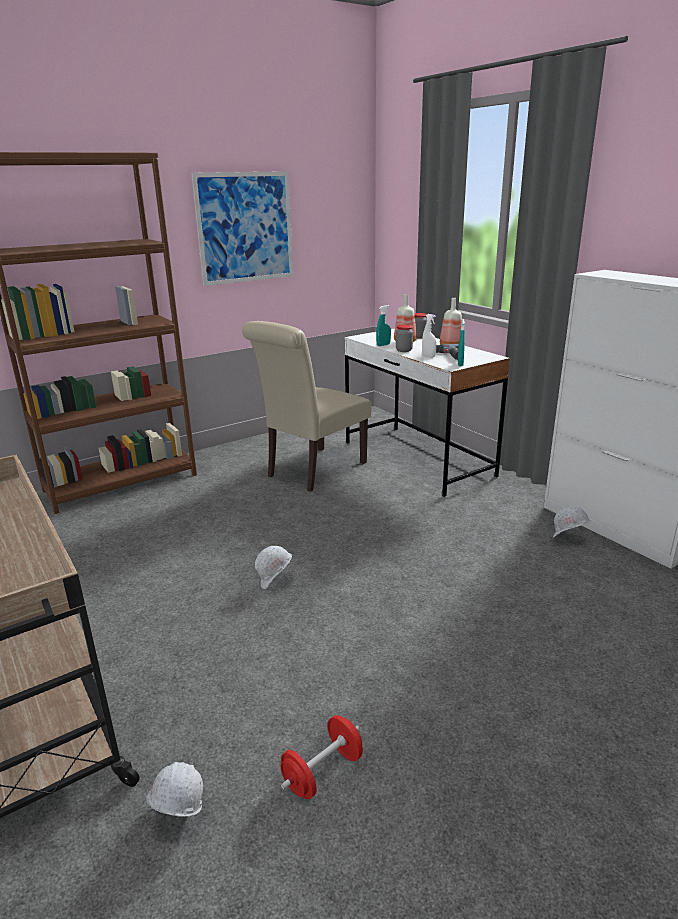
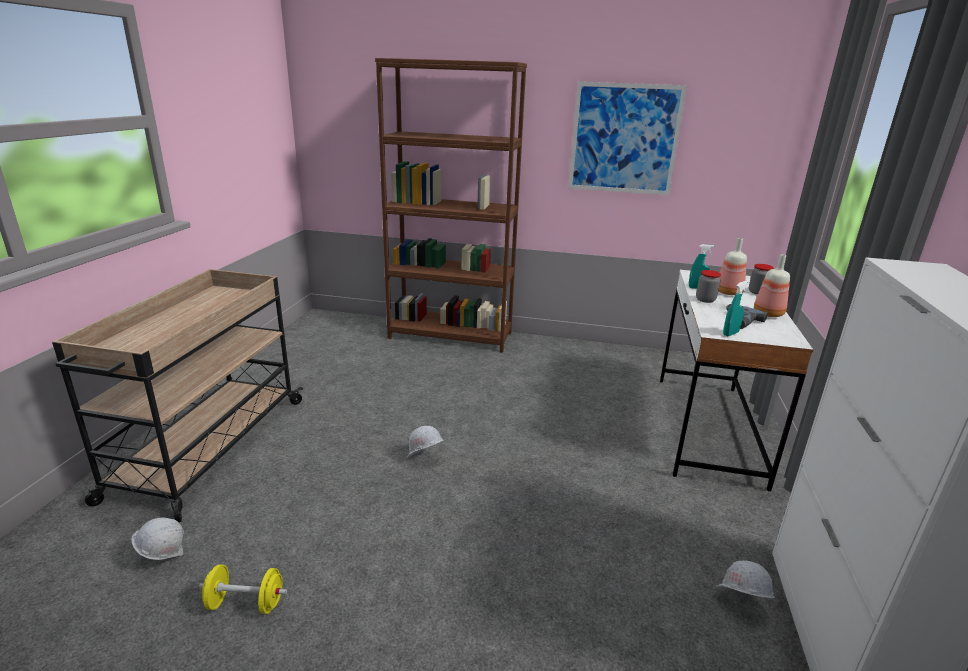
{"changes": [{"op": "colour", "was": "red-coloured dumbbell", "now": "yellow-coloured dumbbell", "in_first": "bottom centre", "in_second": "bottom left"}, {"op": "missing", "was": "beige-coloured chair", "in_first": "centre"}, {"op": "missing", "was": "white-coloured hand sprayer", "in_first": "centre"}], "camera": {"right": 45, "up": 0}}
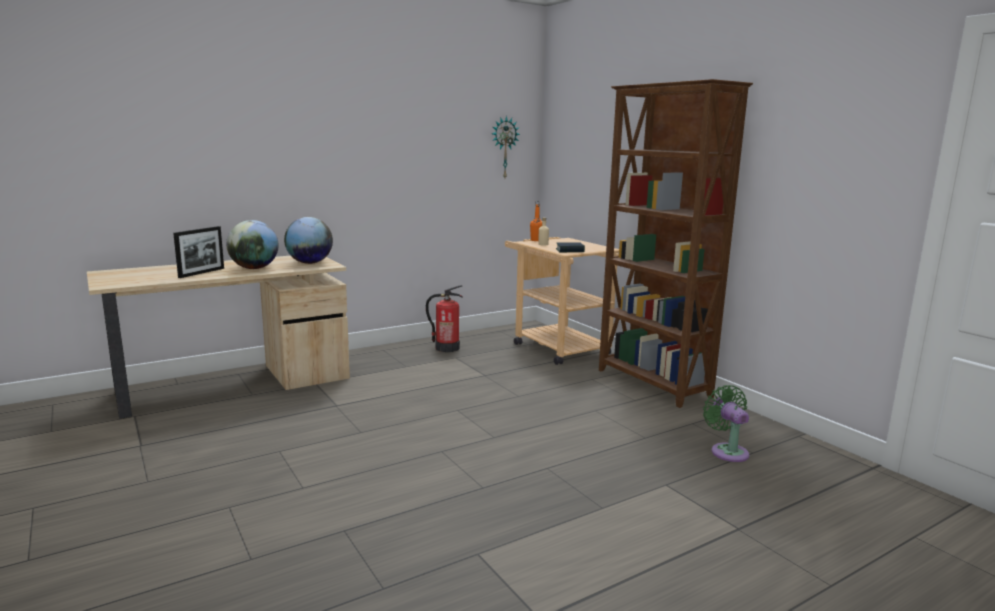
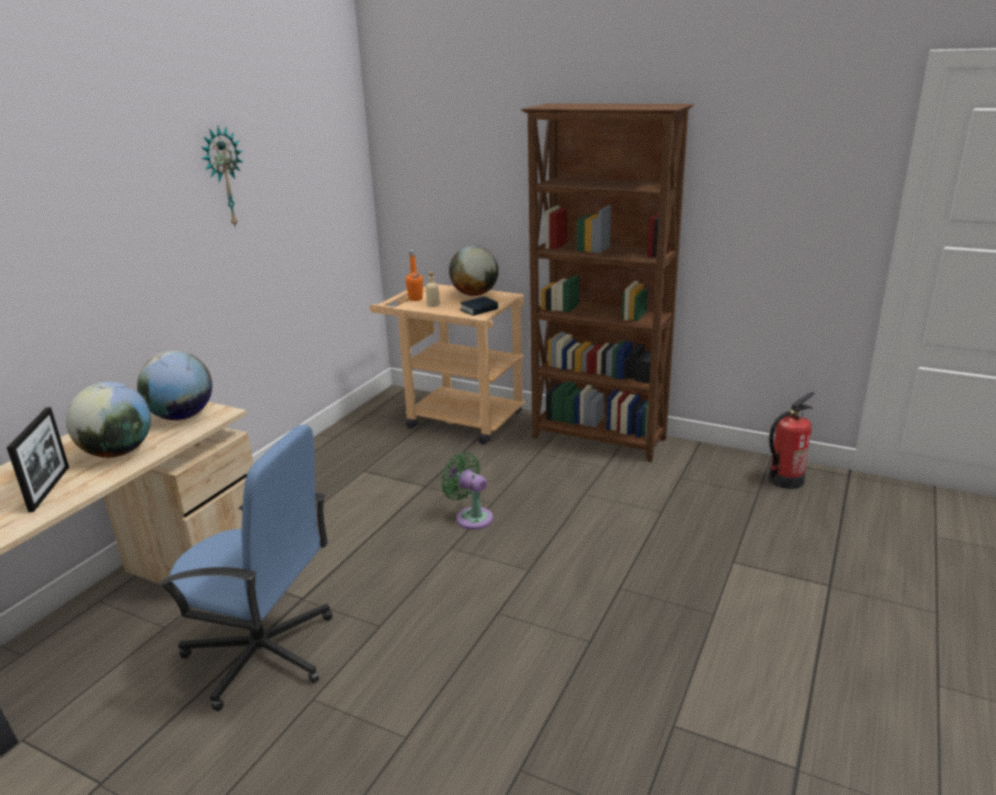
{"changes": [{"op": "appeared", "now": "blue computer chair", "in_second": "bottom left"}, {"op": "relocated", "was": "clock on the wall", "in_first": "top centre", "in_second": "top left"}, {"op": "relocated", "was": "green cooling fan", "in_first": "bottom right", "in_second": "centre"}, {"op": "appeared", "now": "world globe (no. 3 from left)", "in_second": "centre"}, {"op": "relocated", "was": "extinguisher", "in_first": "centre", "in_second": "middle right"}], "camera": {"right": -30, "up": 10}}
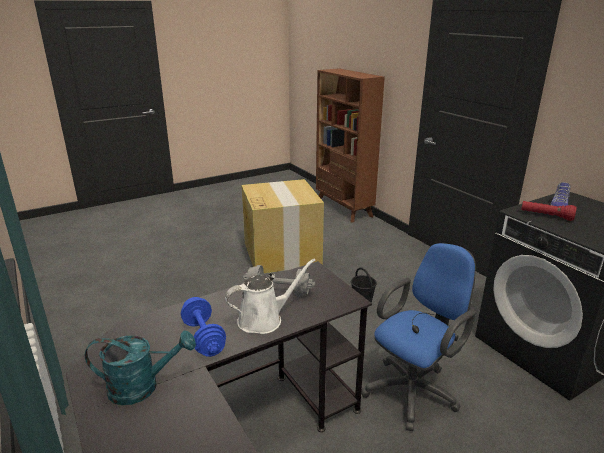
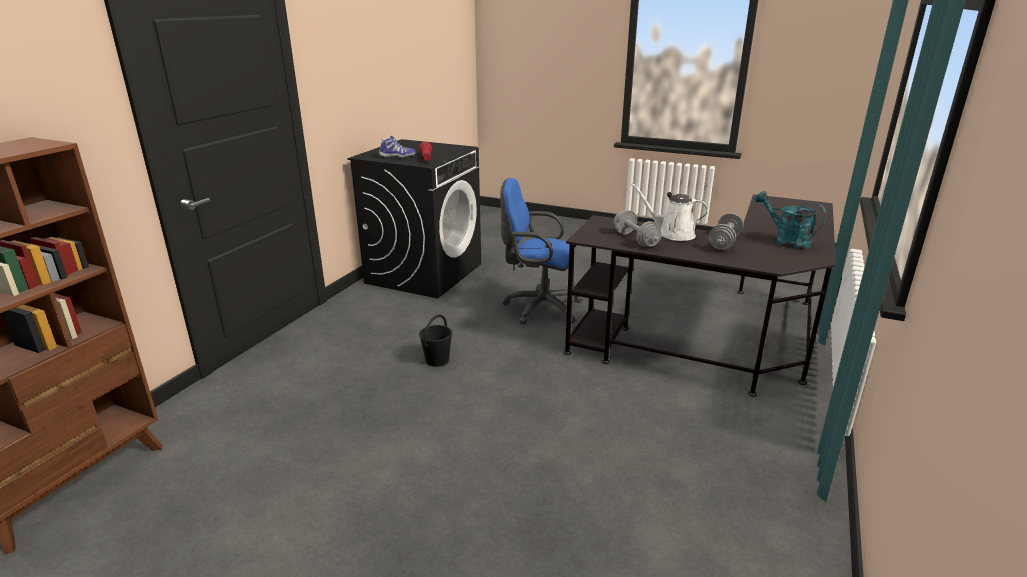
{"changes": [{"op": "colour", "was": "blue dumbbell", "now": "grey dumbbell (no. 2 from left)", "in_first": "bottom centre", "in_second": "middle right"}, {"op": "missing", "was": "packing box", "in_first": "centre"}], "camera": {"right": -125, "up": 0}}
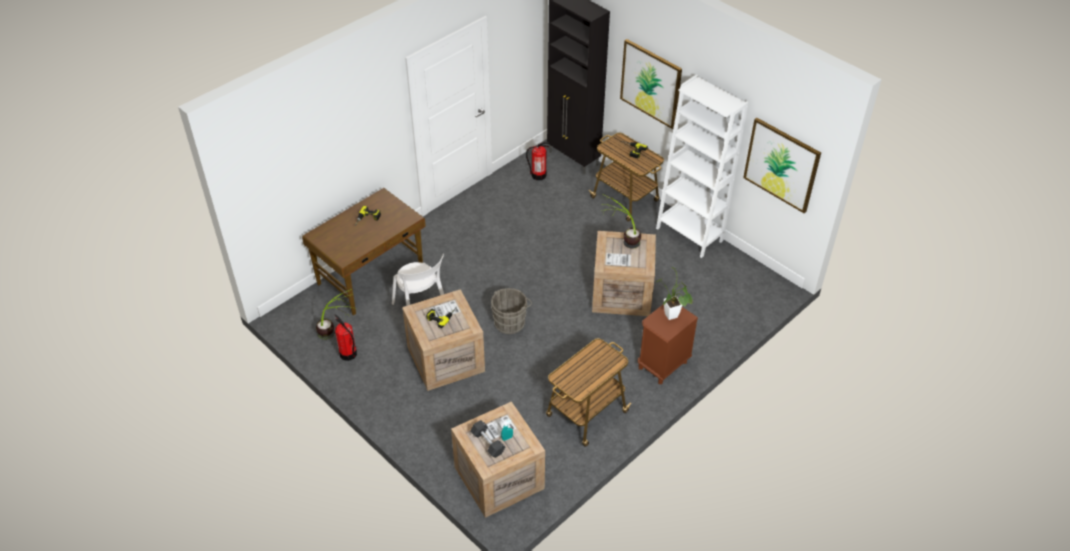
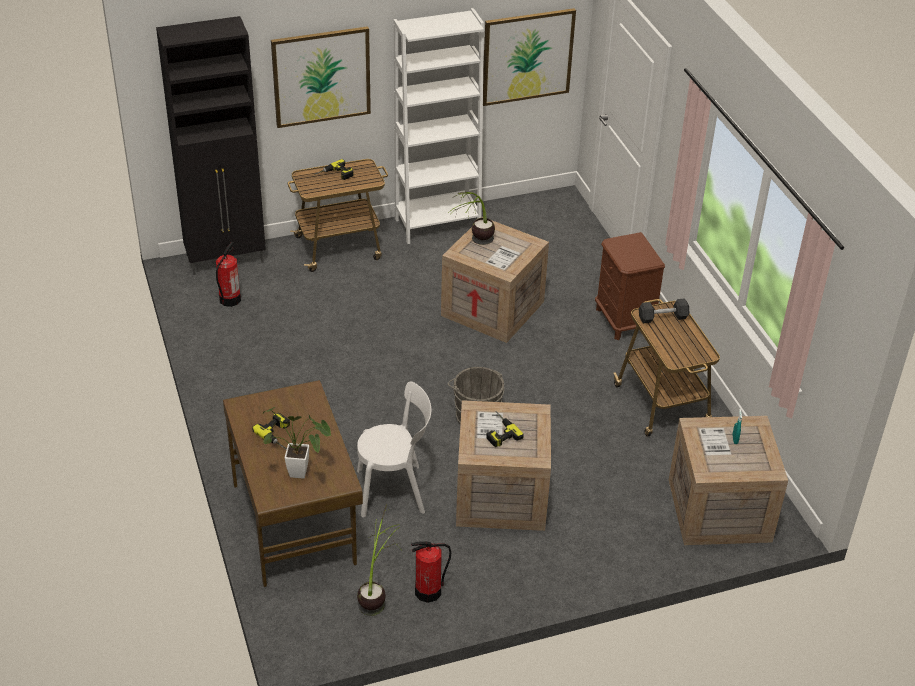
{"changes": [{"op": "relocated", "was": "potted plant (no. 3 from left in the first image)", "now": "potted plant (no. 1 from left)", "in_first": "centre", "in_second": "middle left"}, {"op": "relocated", "was": "black-coloured dumbbell", "in_first": "bottom centre", "in_second": "middle right"}], "camera": {"right": -65, "up": -5}}
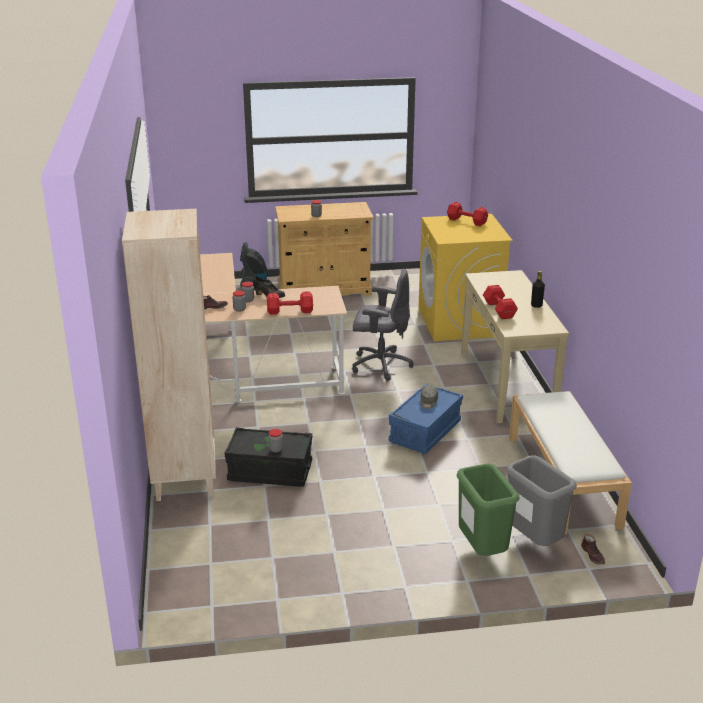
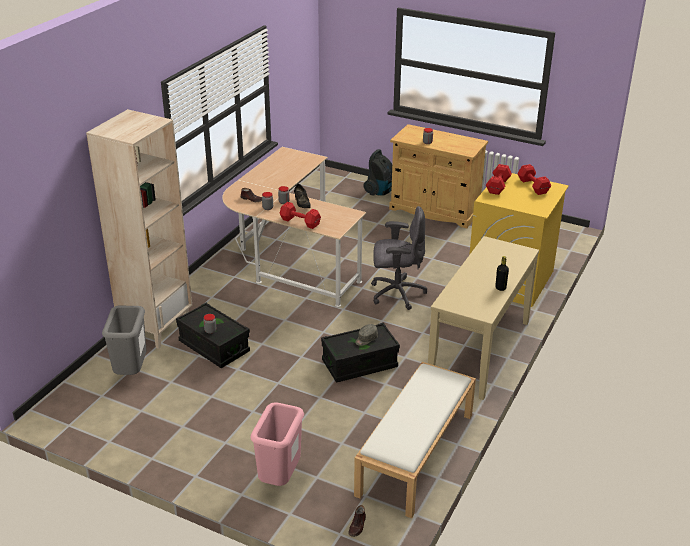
{"changes": [{"op": "relocated", "was": "grey rubbish bin", "in_first": "bottom right", "in_second": "middle left"}, {"op": "colour", "was": "green rubbish bin", "now": "pink rubbish bin", "in_first": "bottom right", "in_second": "bottom centre"}, {"op": "colour", "was": "blue storage container", "now": "black-coloured storage container (no. 2 from left)", "in_first": "centre", "in_second": "centre"}, {"op": "spun", "was": "grey computer chair", "in_first": "centre", "in_second": "centre", "clockwise": -45}, {"op": "relocated", "was": "red-coloured dumbbell (no. 3 from left in the first image)", "now": "red-coloured dumbbell (no. 2 from left)", "in_first": "middle right", "in_second": "top right"}], "camera": {"right": 35, "up": 5}}
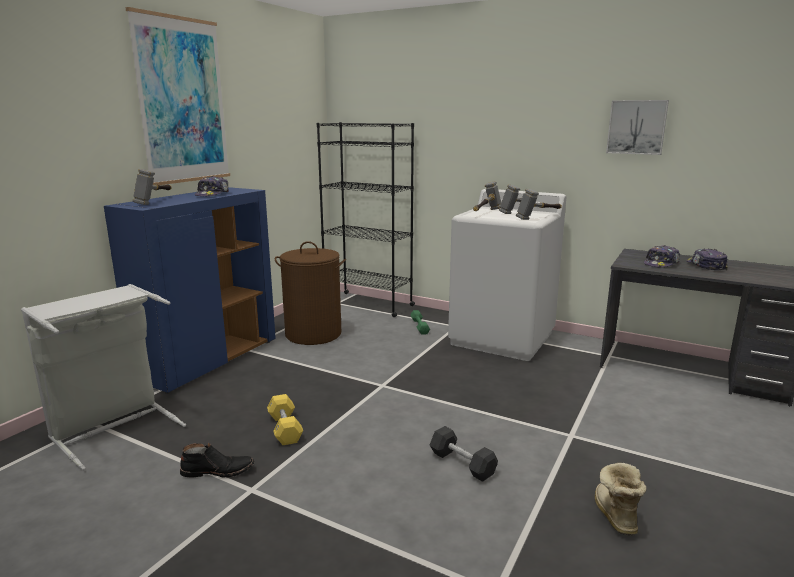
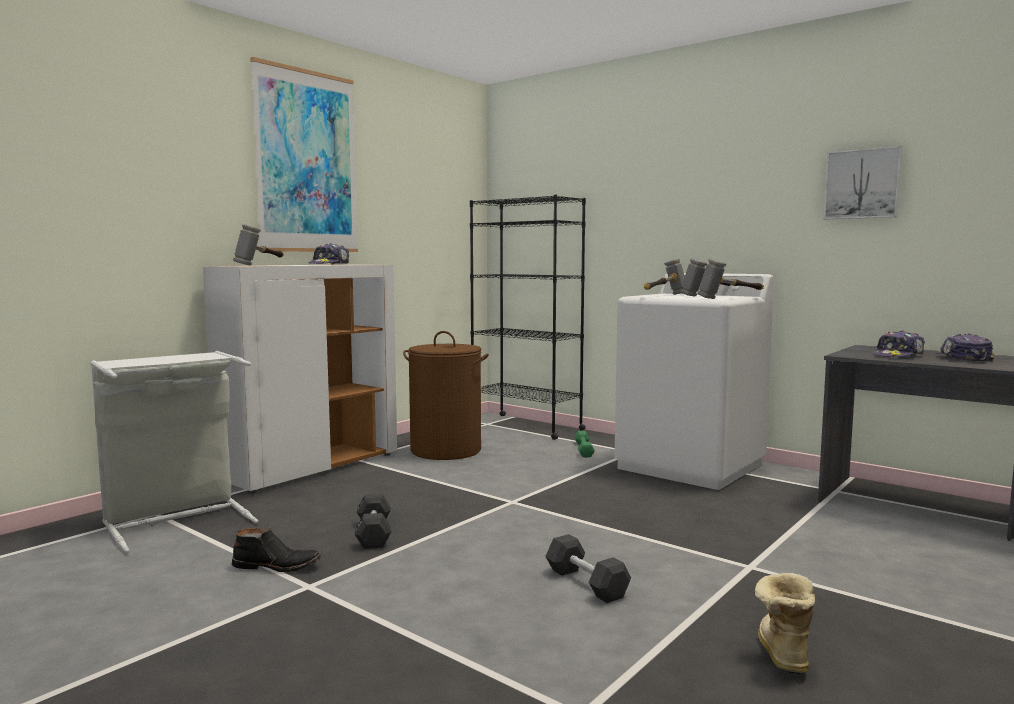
{"changes": [{"op": "colour", "was": "blue storage cabinet", "now": "white-coloured storage cabinet", "in_first": "middle left", "in_second": "middle left"}, {"op": "colour", "was": "yellow-coloured dumbbell", "now": "black-coloured dumbbell (no. 1 from left)", "in_first": "bottom centre", "in_second": "bottom centre"}], "camera": {"right": 10, "up": -10}}
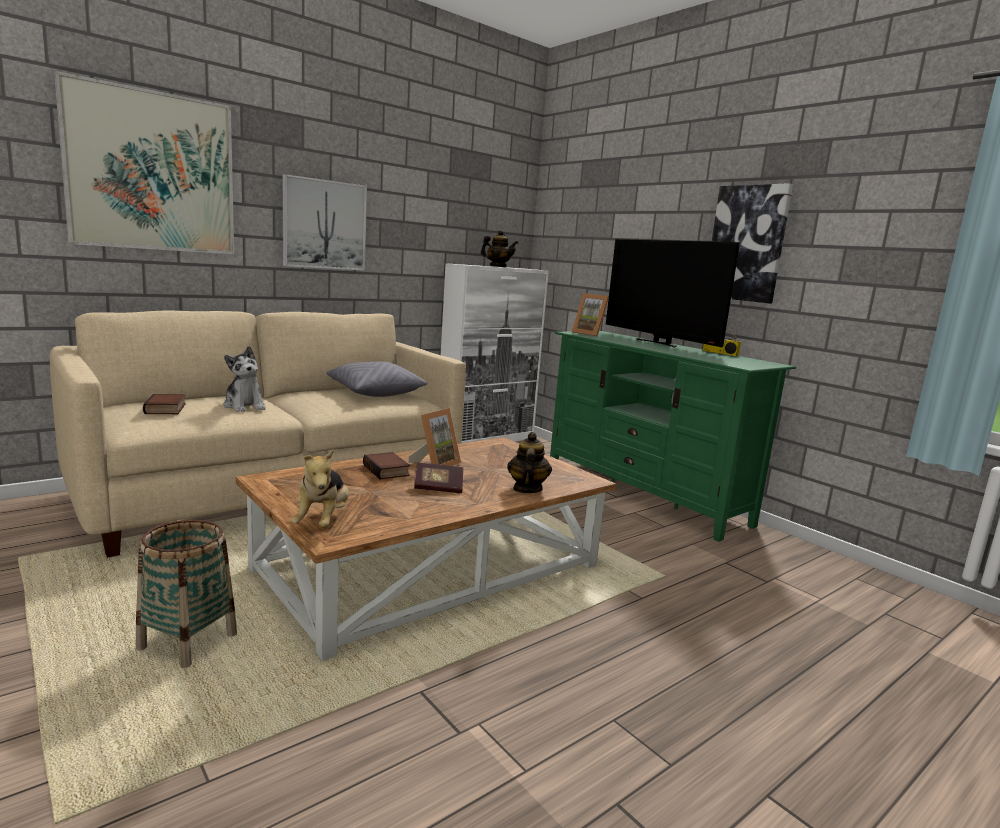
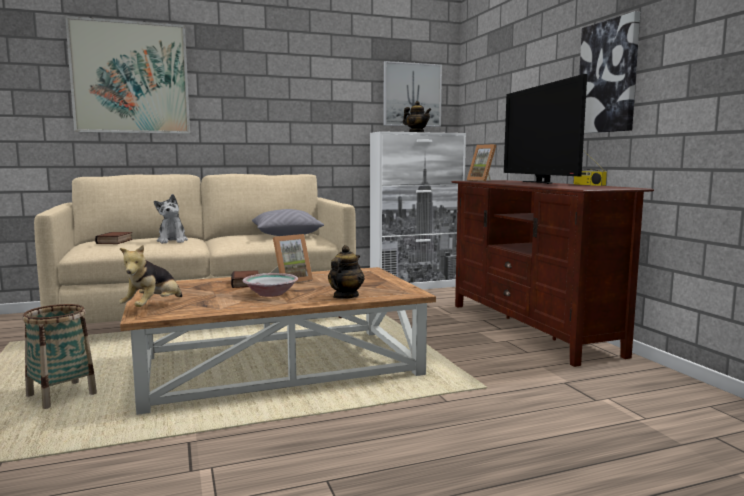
{"changes": [{"op": "exchanged", "was": "book (no. 3 from left)", "now": "deep dish", "in_first": "centre", "in_second": "centre"}, {"op": "relocated", "was": "wall picture (no. 2 from left)", "in_first": "top left", "in_second": "top centre"}, {"op": "colour", "was": "green tv unit", "now": "brown-coloured tv unit", "in_first": "middle right", "in_second": "middle right"}], "camera": {"right": 20, "up": -5}}
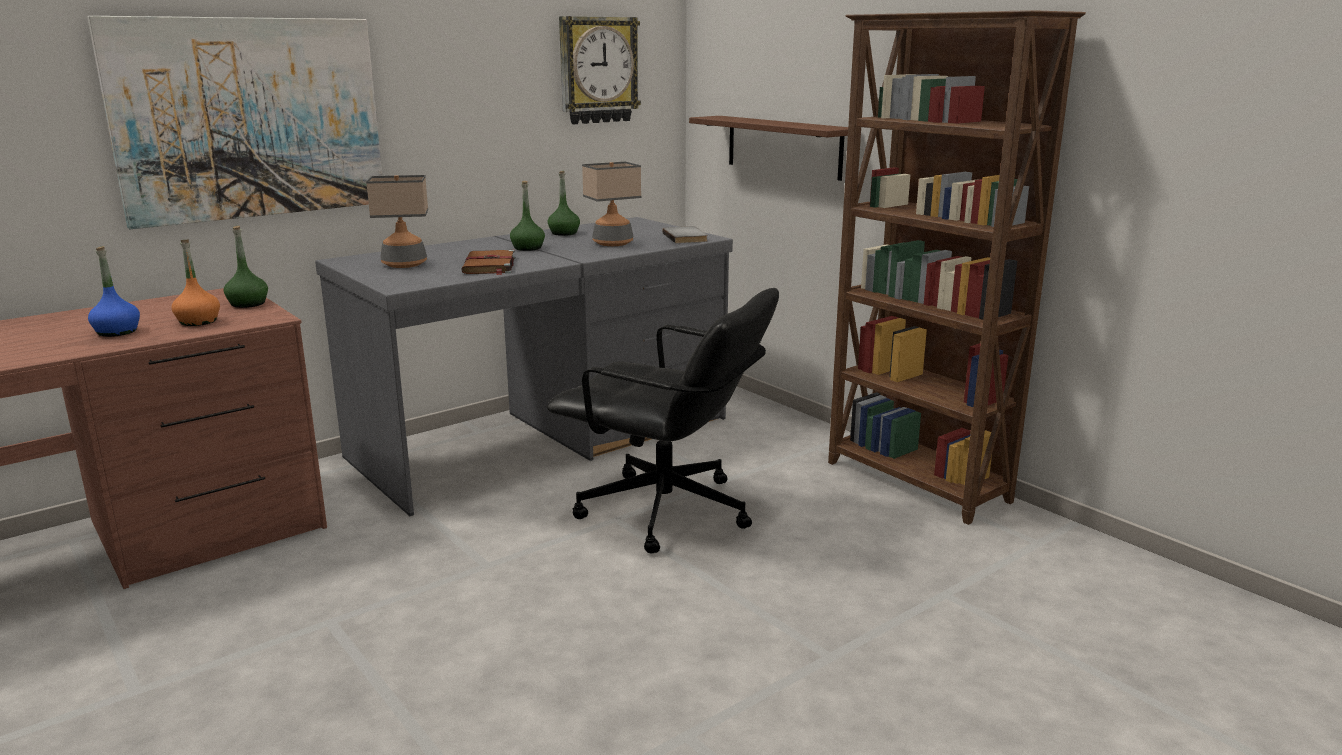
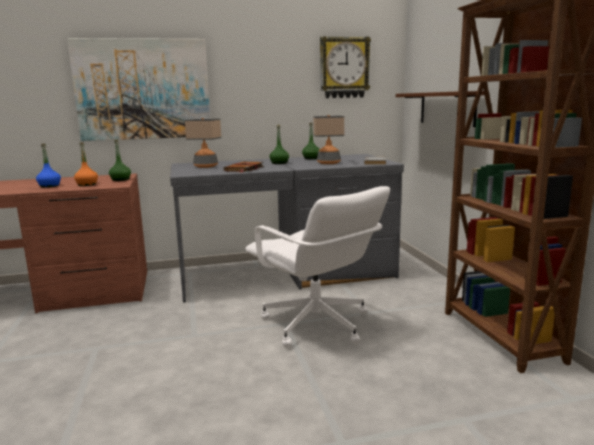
{"changes": [{"op": "colour", "was": "black-coloured computer chair", "now": "white-coloured computer chair", "in_first": "centre", "in_second": "centre"}], "camera": {"right": 25, "up": -5}}
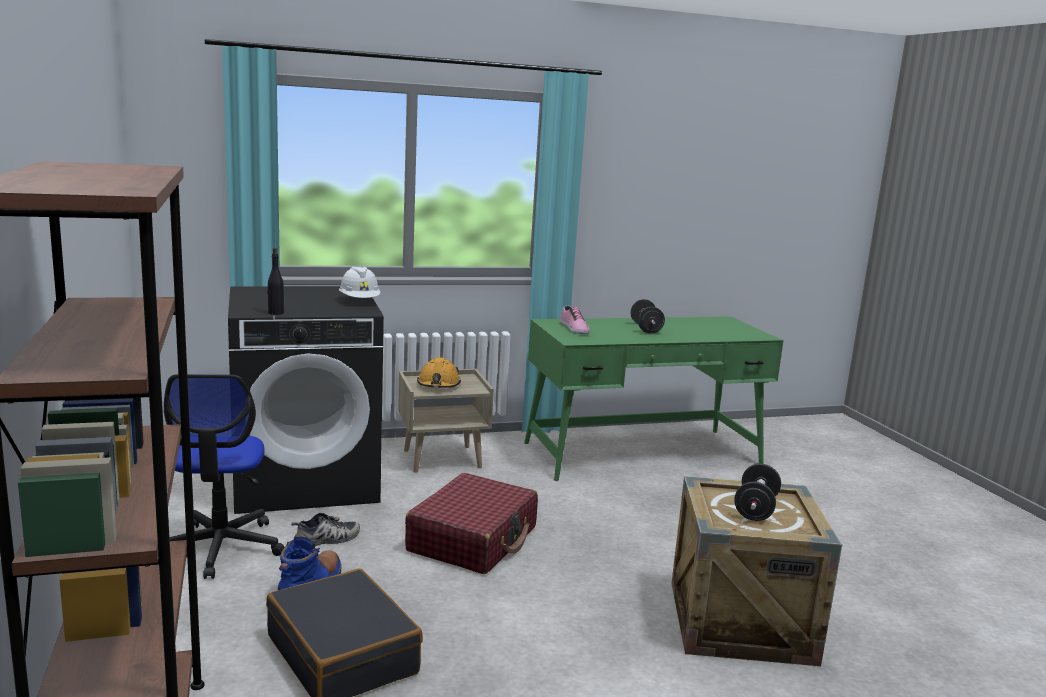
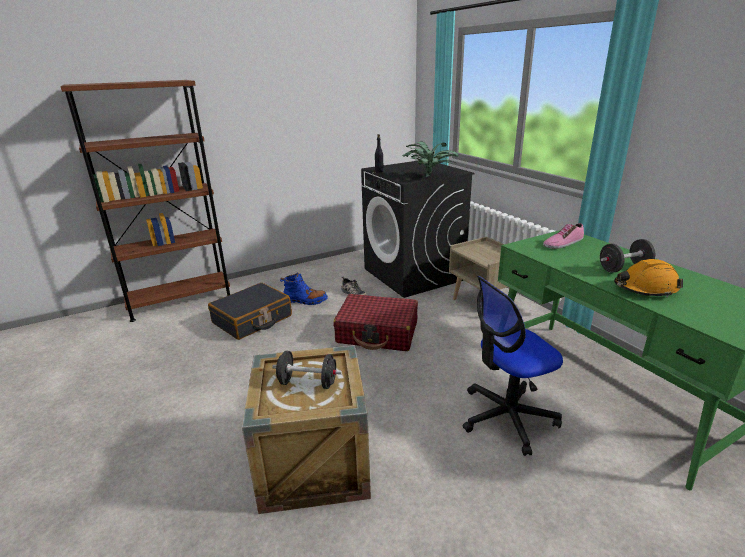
{"changes": [{"op": "exchanged", "was": "white-coloured work helmet", "now": "potted plant", "in_first": "centre", "in_second": "top centre"}, {"op": "relocated", "was": "computer chair", "in_first": "bottom left", "in_second": "middle right"}, {"op": "relocated", "was": "orange work helmet", "in_first": "centre", "in_second": "middle right"}], "camera": {"right": 80, "up": 10}}
